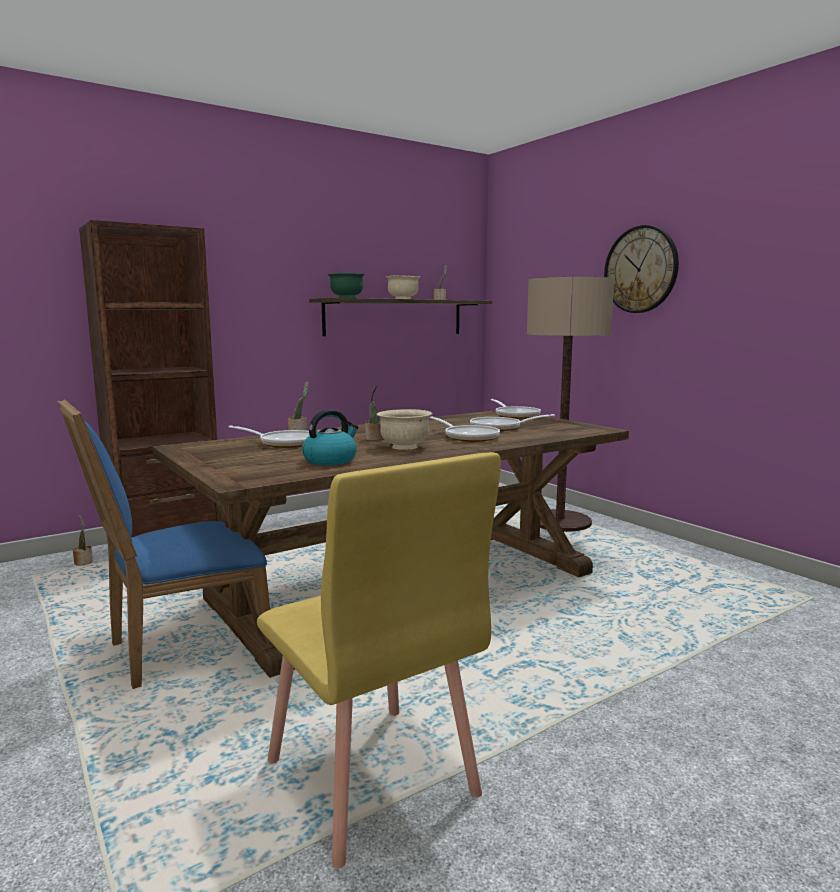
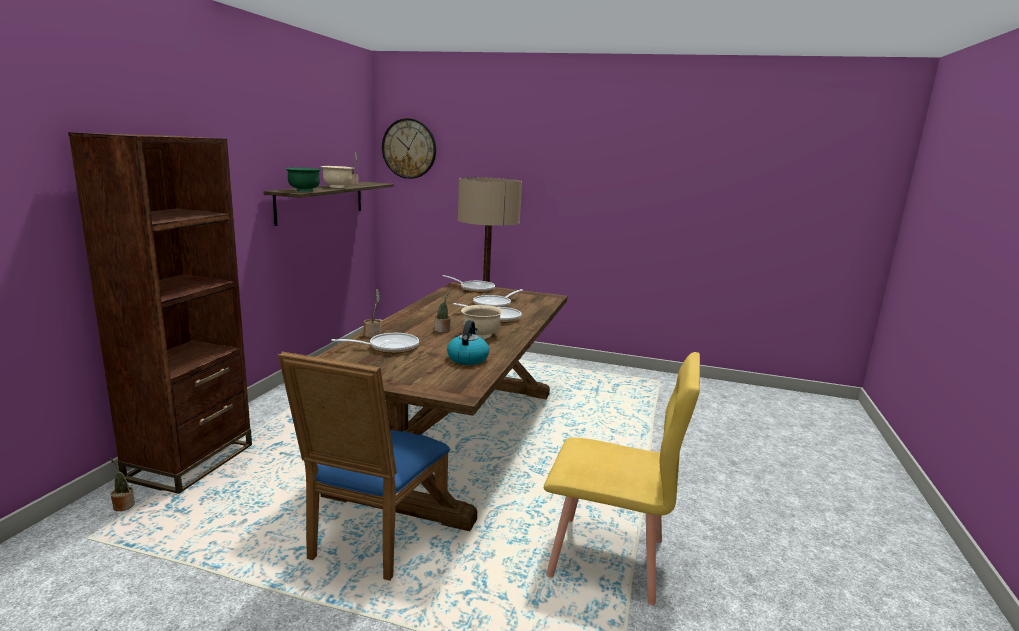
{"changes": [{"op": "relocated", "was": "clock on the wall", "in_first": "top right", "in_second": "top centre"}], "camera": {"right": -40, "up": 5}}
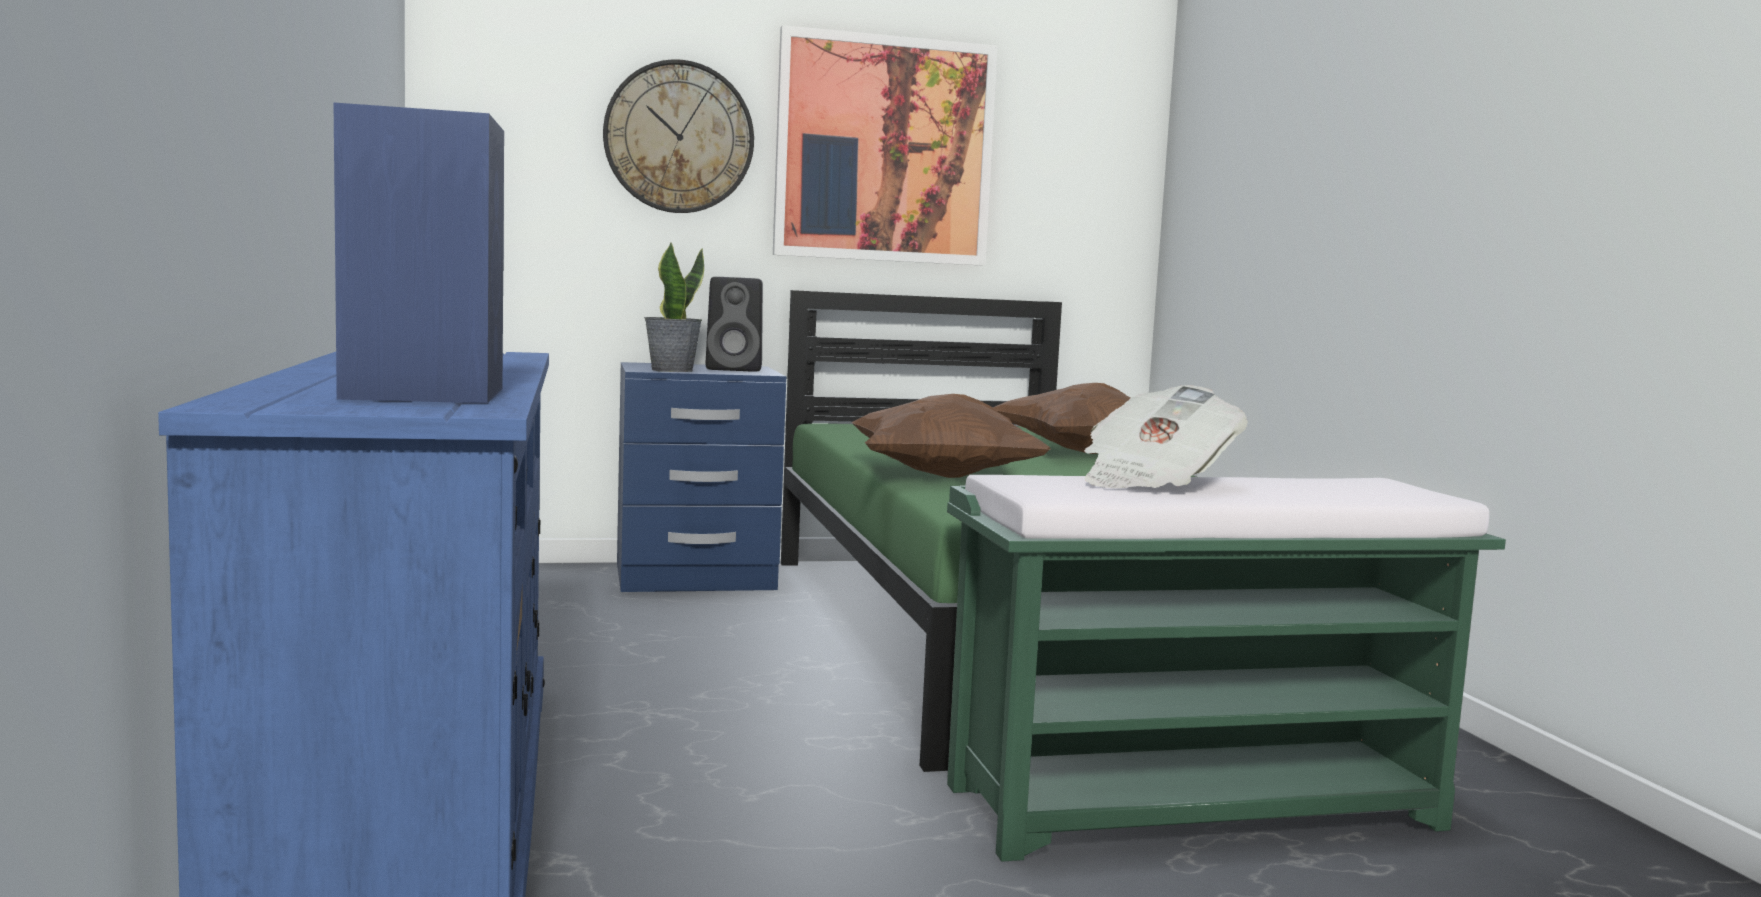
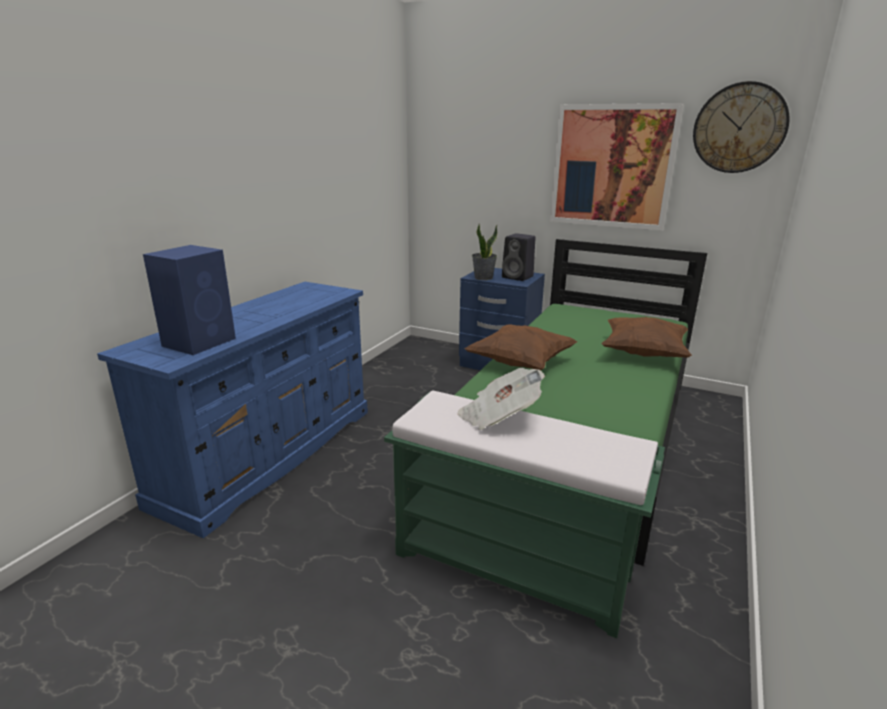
{"changes": [{"op": "relocated", "was": "clock on the wall", "in_first": "top centre", "in_second": "top right"}], "camera": {"right": 40, "up": 15}}
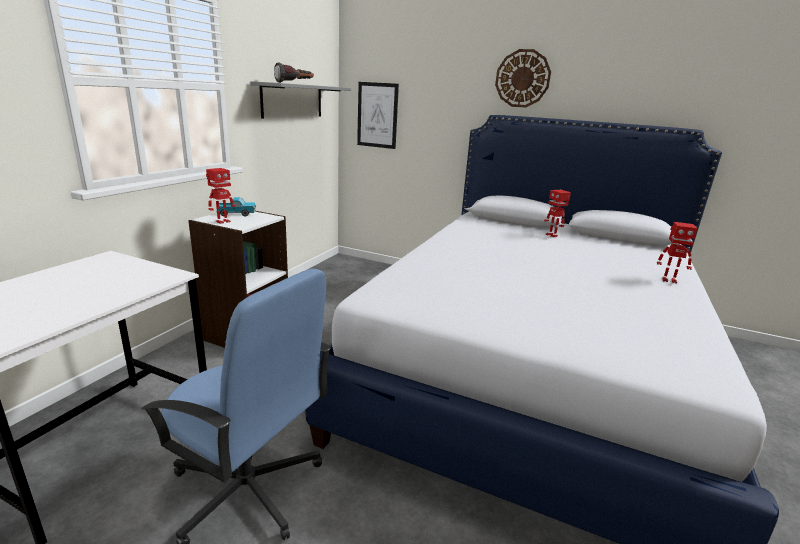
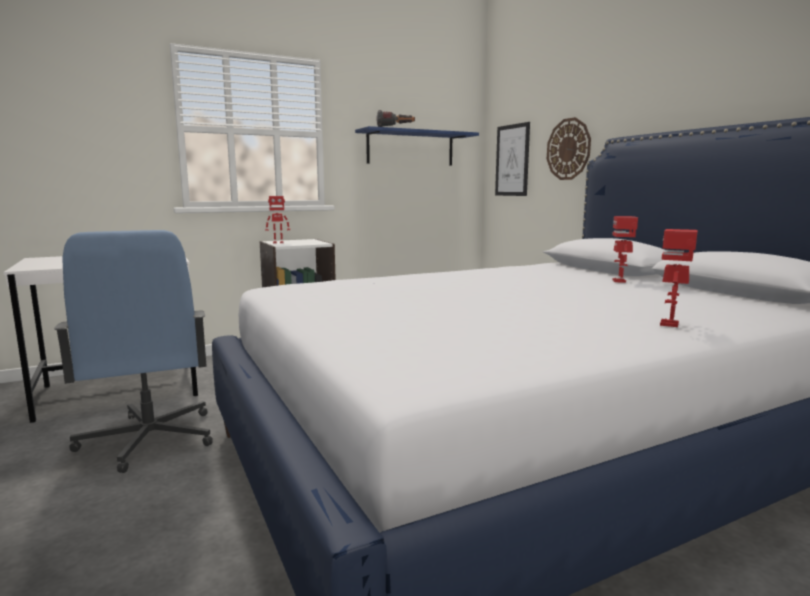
{"changes": [{"op": "colour", "was": "grey bracket shelf", "now": "blue bracket shelf", "in_first": "top centre", "in_second": "top centre"}, {"op": "relocated", "was": "clock on the wall", "in_first": "top centre", "in_second": "top right"}, {"op": "spun", "was": "model robot (no. 3 from left)", "in_first": "middle right", "in_second": "middle right", "clockwise": 60}, {"op": "missing", "was": "toy lorry", "in_first": "middle left"}], "camera": {"right": 40, "up": -10}}
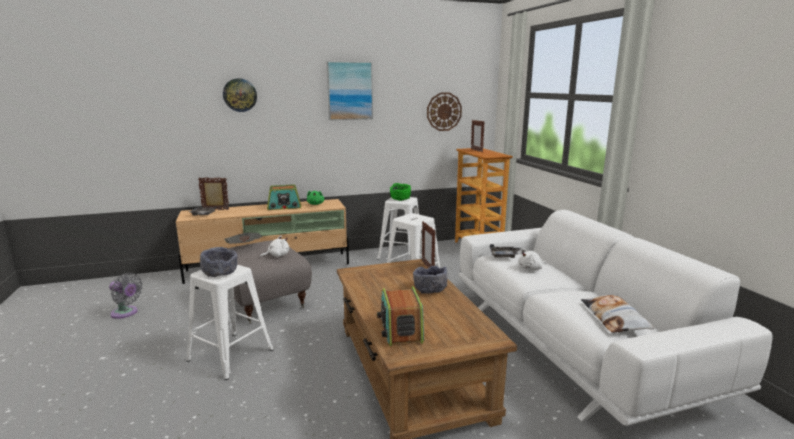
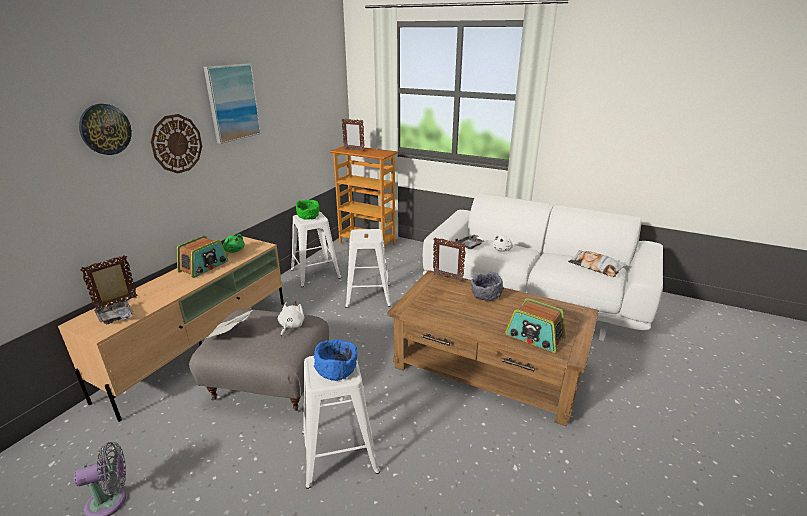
{"changes": [{"op": "relocated", "was": "clock on the wall (no. 2 from left)", "in_first": "top centre", "in_second": "top left"}, {"op": "colour", "was": "grey deep dish (no. 1 from left)", "now": "blue deep dish", "in_first": "middle left", "in_second": "bottom centre"}], "camera": {"right": -45, "up": 10}}
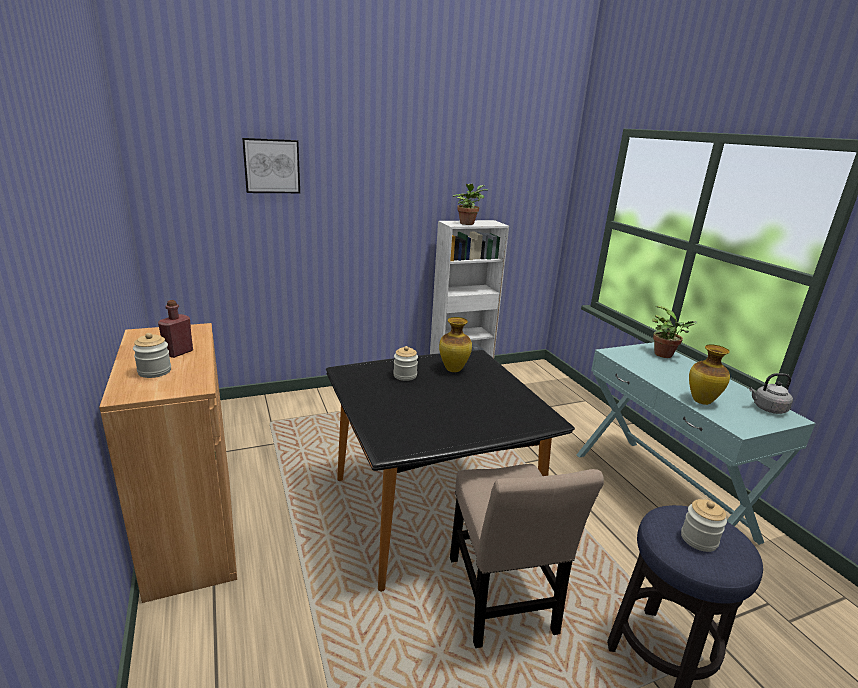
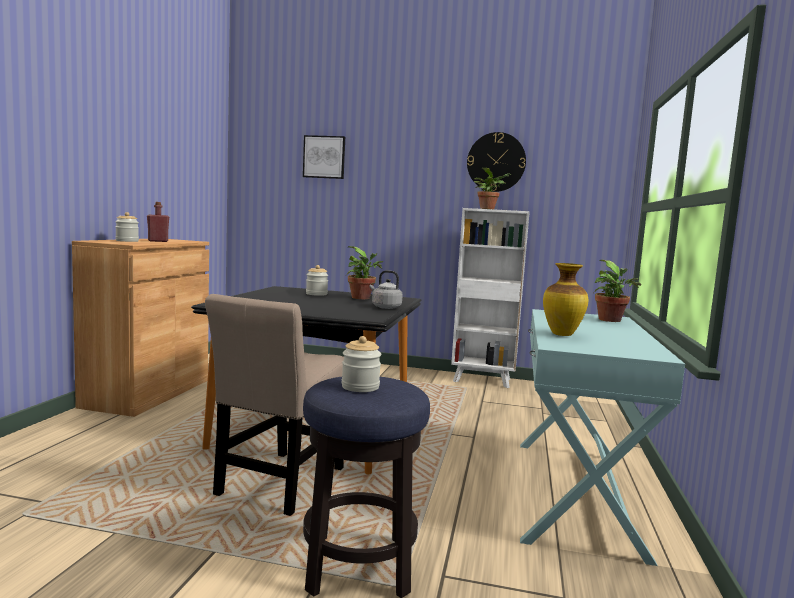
{"changes": [{"op": "exchanged", "was": "decorative vase (no. 1 from left)", "now": "potted plant (no. 1 from left)", "in_first": "centre", "in_second": "centre"}, {"op": "relocated", "was": "grey kettle", "in_first": "middle right", "in_second": "centre"}, {"op": "appeared", "now": "clock on the wall", "in_second": "top centre"}], "camera": {"right": 35, "up": -15}}
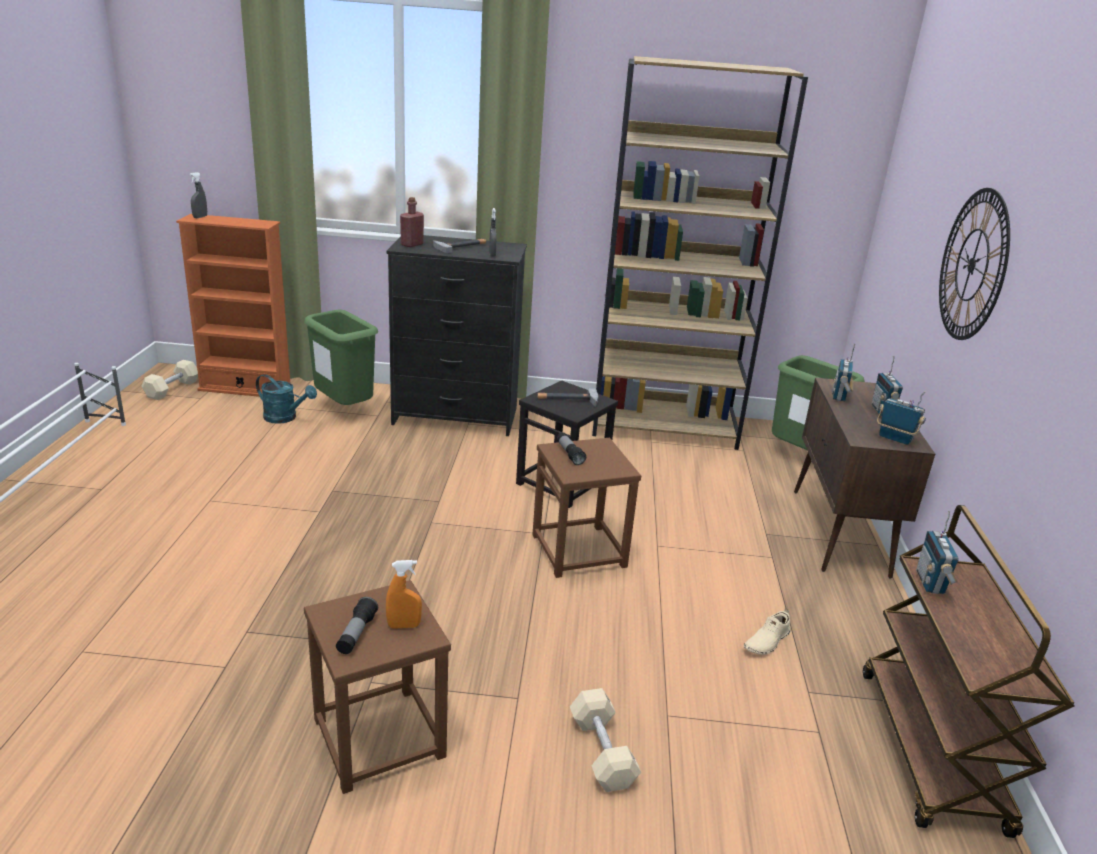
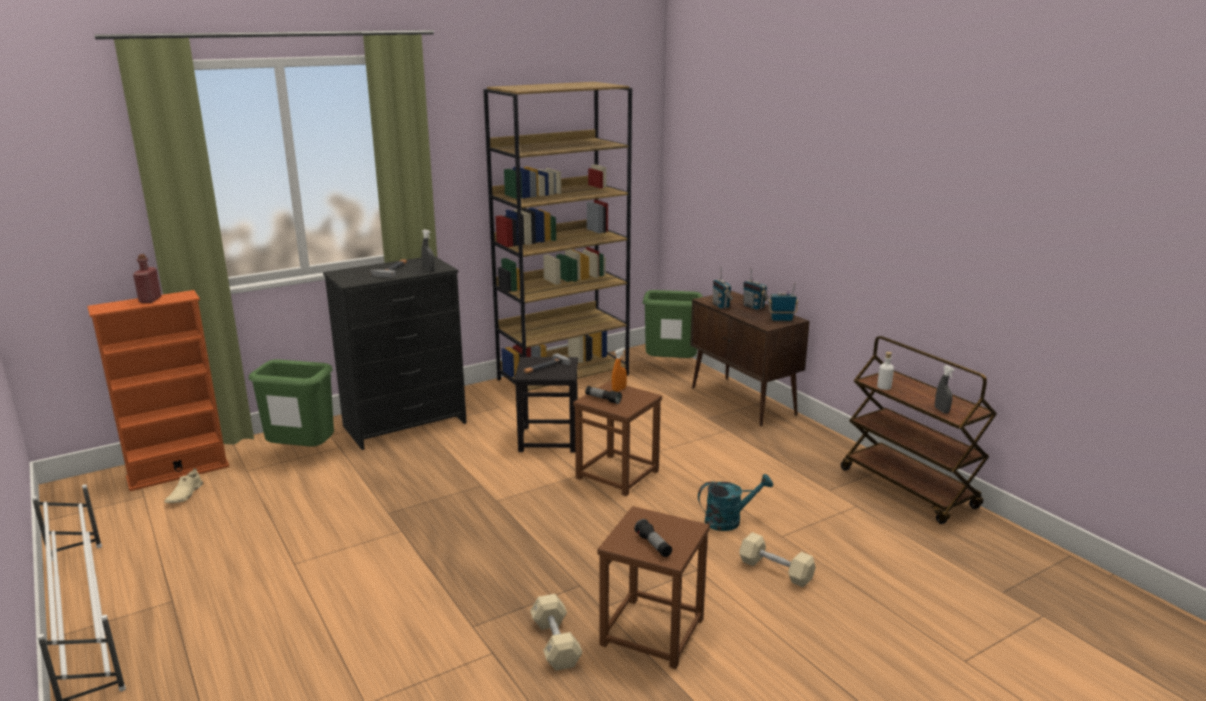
{"changes": [{"op": "relocated", "was": "red-coloured drink bottle", "in_first": "top centre", "in_second": "middle left"}, {"op": "relocated", "was": "beige-coloured shoe", "in_first": "bottom right", "in_second": "bottom left"}, {"op": "relocated", "was": "beige-coloured dumbbell (no. 1 from left)", "in_first": "middle left", "in_second": "bottom centre"}, {"op": "relocated", "was": "orange hand sprayer", "in_first": "bottom centre", "in_second": "centre"}, {"op": "relocated", "was": "turquoise-coloured sprinkling can", "in_first": "middle left", "in_second": "bottom centre"}, {"op": "exchanged", "was": "radio set (no. 4 from left)", "now": "white-coloured drink bottle", "in_first": "middle right", "in_second": "middle right"}, {"op": "relocated", "was": "grey hand sprayer (no. 1 from left in the first image)", "now": "grey hand sprayer (no. 2 from left)", "in_first": "top left", "in_second": "middle right"}, {"op": "missing", "was": "clock on the wall", "in_first": "top right"}], "camera": {"right": -35, "up": -5}}
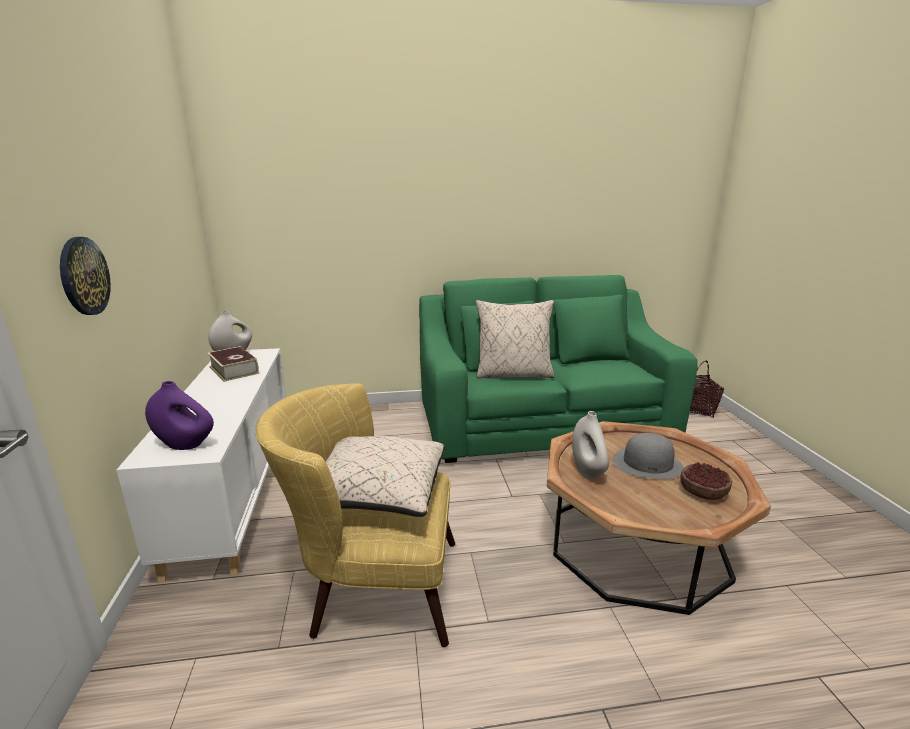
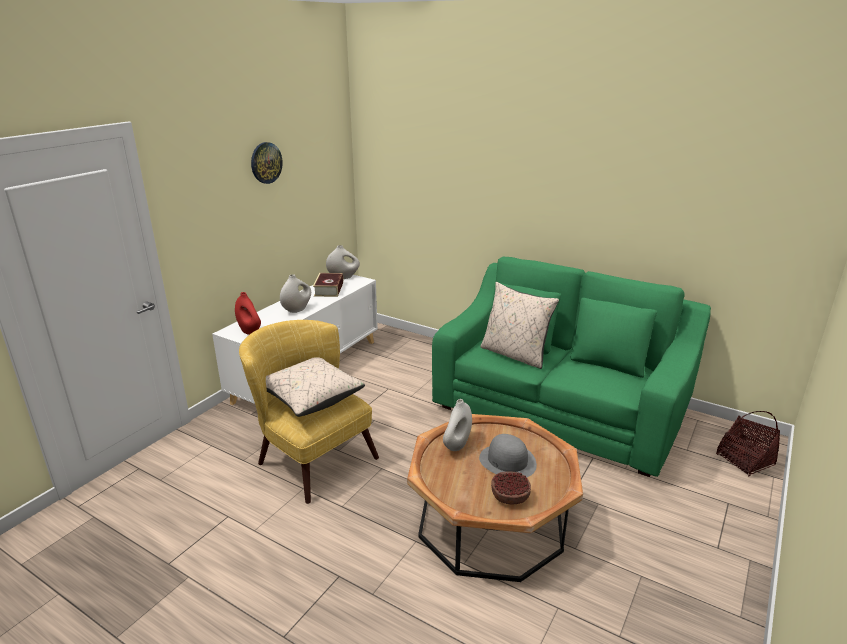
{"changes": [{"op": "colour", "was": "purple-coloured decorative vase", "now": "red-coloured decorative vase", "in_first": "middle left", "in_second": "middle left"}, {"op": "relocated", "was": "clock on the wall", "in_first": "middle left", "in_second": "top left"}, {"op": "appeared", "now": "white-coloured decorative vase (no. 1 from left)", "in_second": "centre"}], "camera": {"right": 40, "up": 5}}
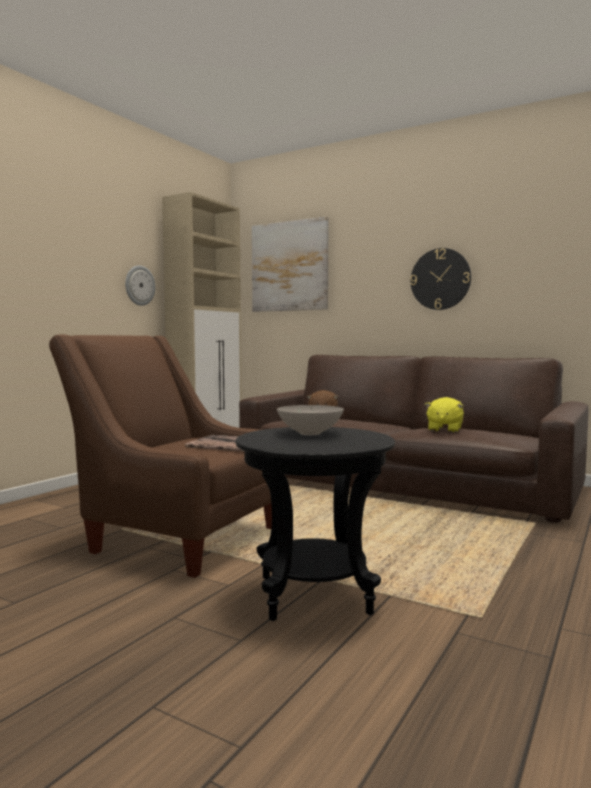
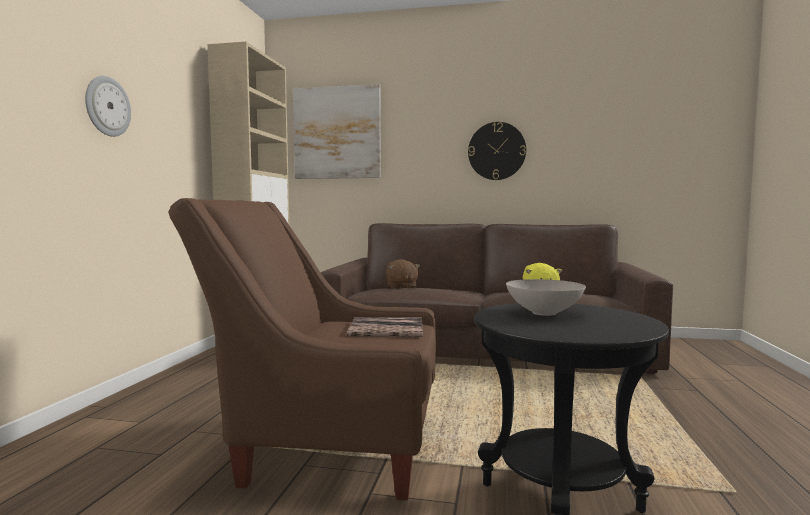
{"changes": [{"op": "relocated", "was": "clock on the wall (no. 1 from left)", "in_first": "middle left", "in_second": "top left"}], "camera": {"right": -20, "up": 0}}
